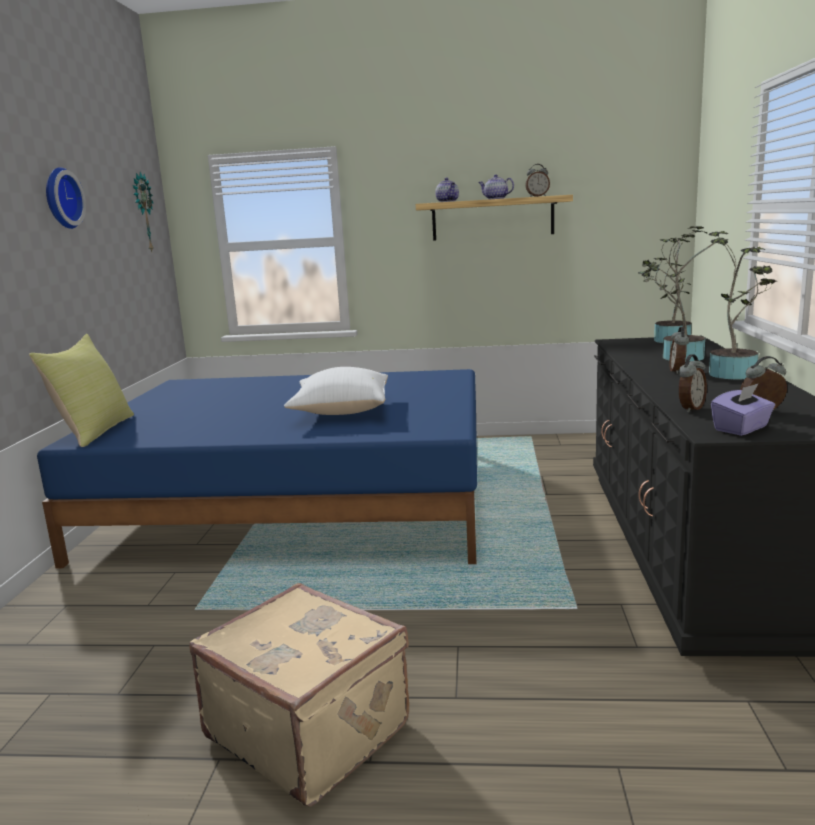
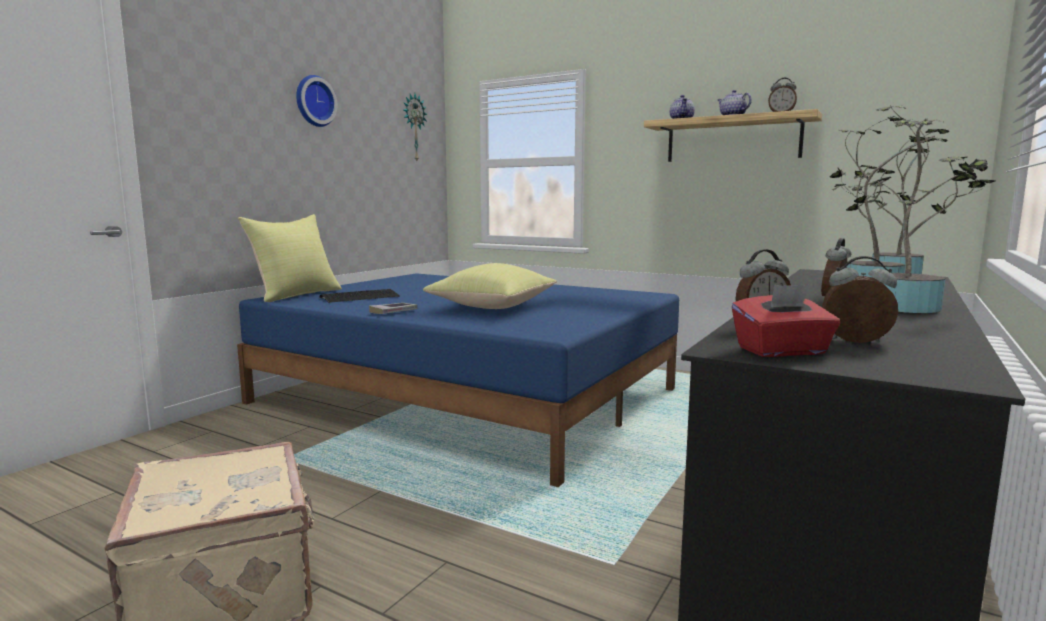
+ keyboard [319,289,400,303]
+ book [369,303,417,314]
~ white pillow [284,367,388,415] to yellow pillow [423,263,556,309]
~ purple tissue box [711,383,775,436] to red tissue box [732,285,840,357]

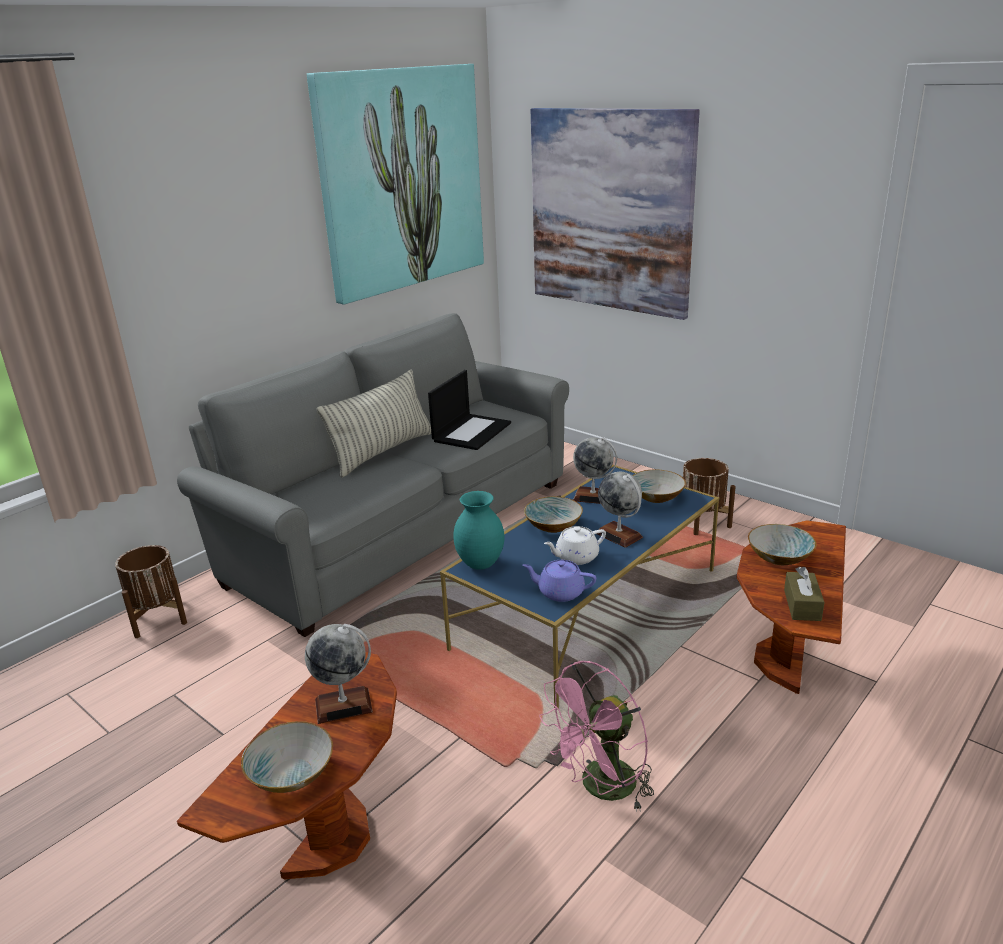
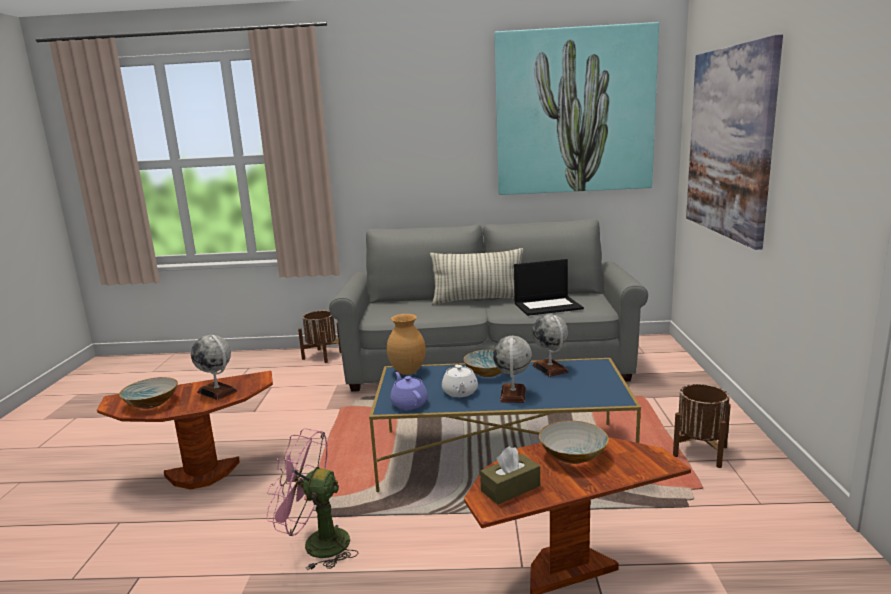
- bowl [633,469,686,503]
~ turquoise vase [453,491,504,570] to brown vase [387,314,426,375]
~ white teapot [544,526,606,565] = [442,365,478,397] 120 degrees counterclockwise

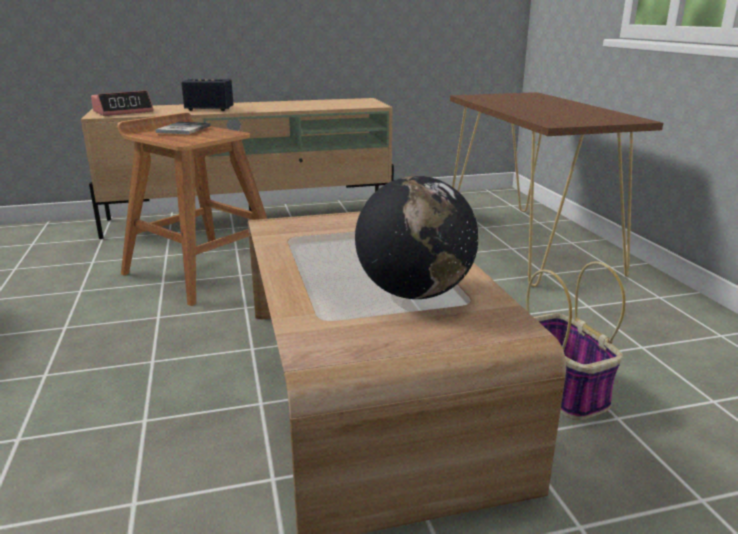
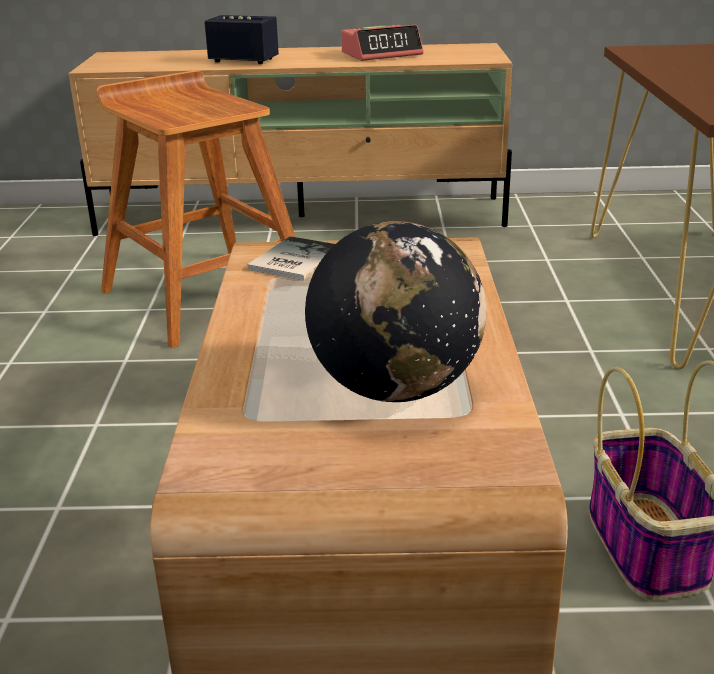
~ alarm clock [91,91,153,116] to [341,24,424,61]
~ book [155,122,211,134] to [247,236,335,281]

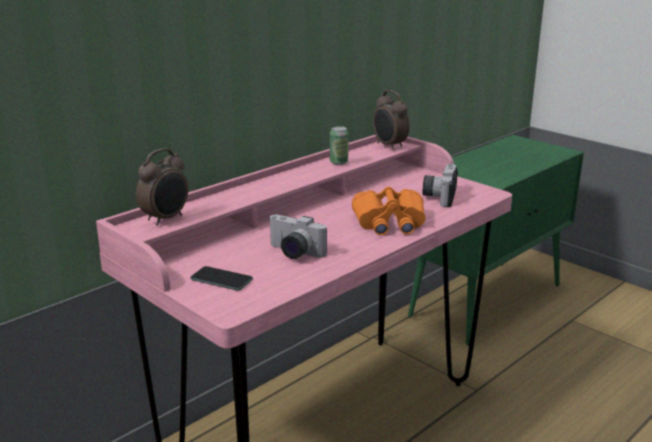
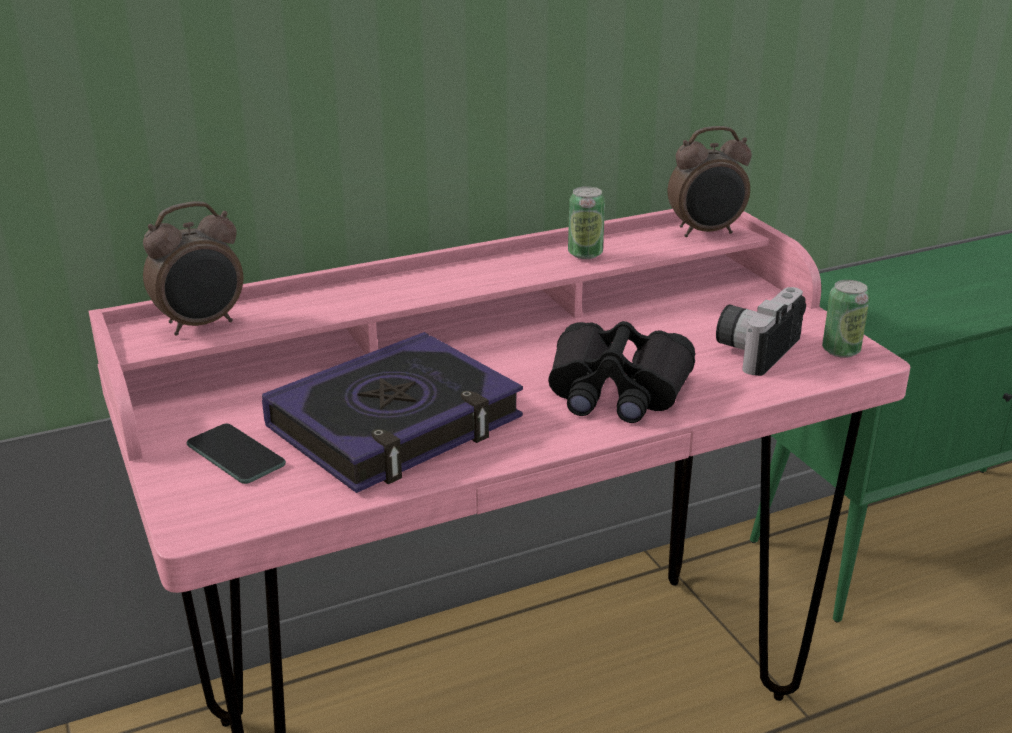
+ can [822,280,870,358]
~ photo camera [269,215,327,259] to book [262,332,523,493]
~ orange binoculars [352,187,426,235] to black binoculars [548,321,695,423]
~ alarm clock [373,90,409,150] = [668,126,752,237] 90 degrees counterclockwise

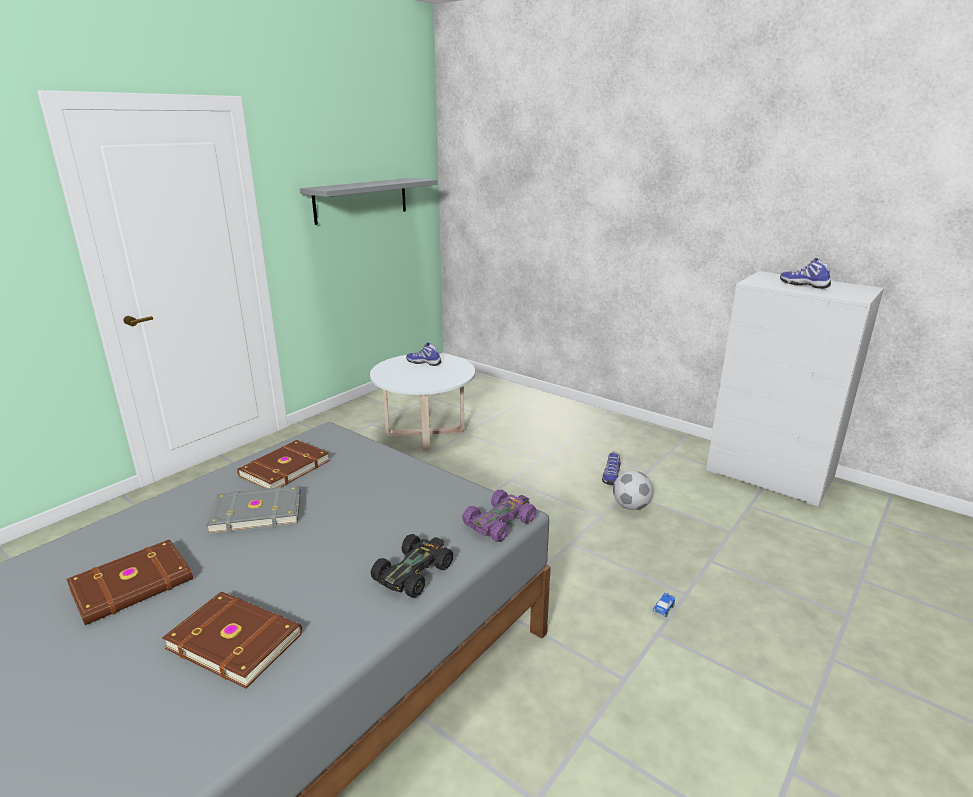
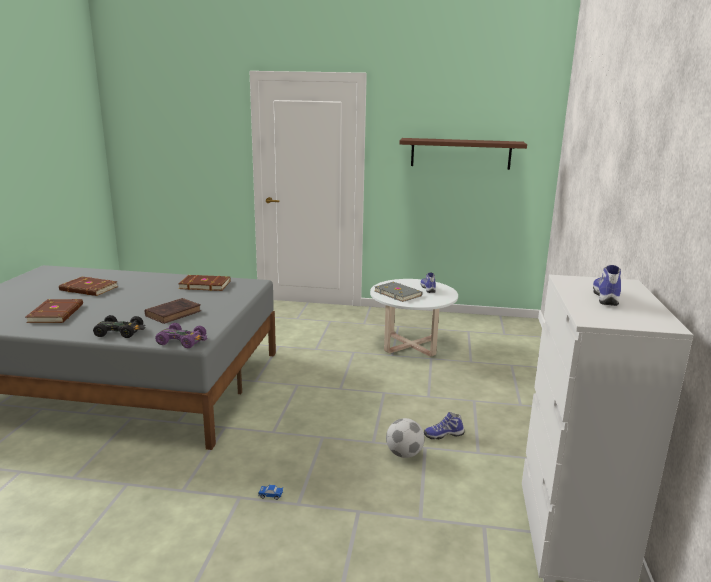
+ brown book [145,298,201,324]
~ grey book [206,485,301,535] to [374,282,422,302]
~ grey shelf [300,178,438,225] to brown shelf [399,138,527,170]

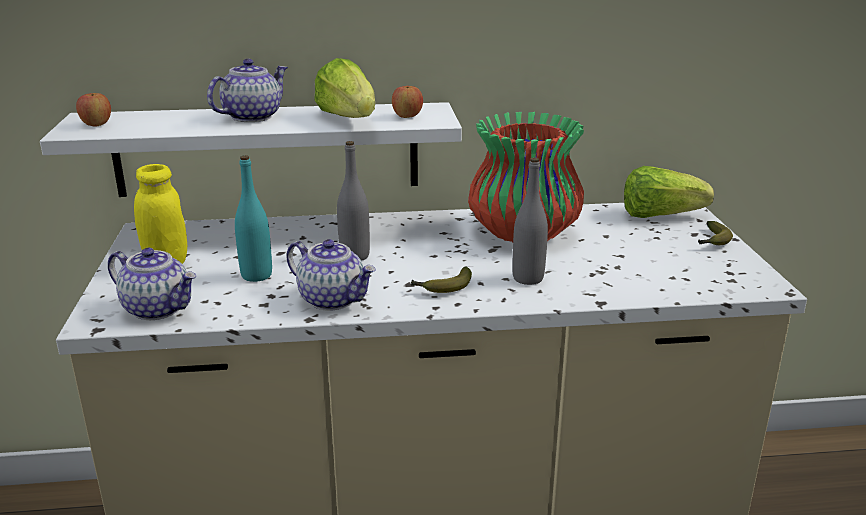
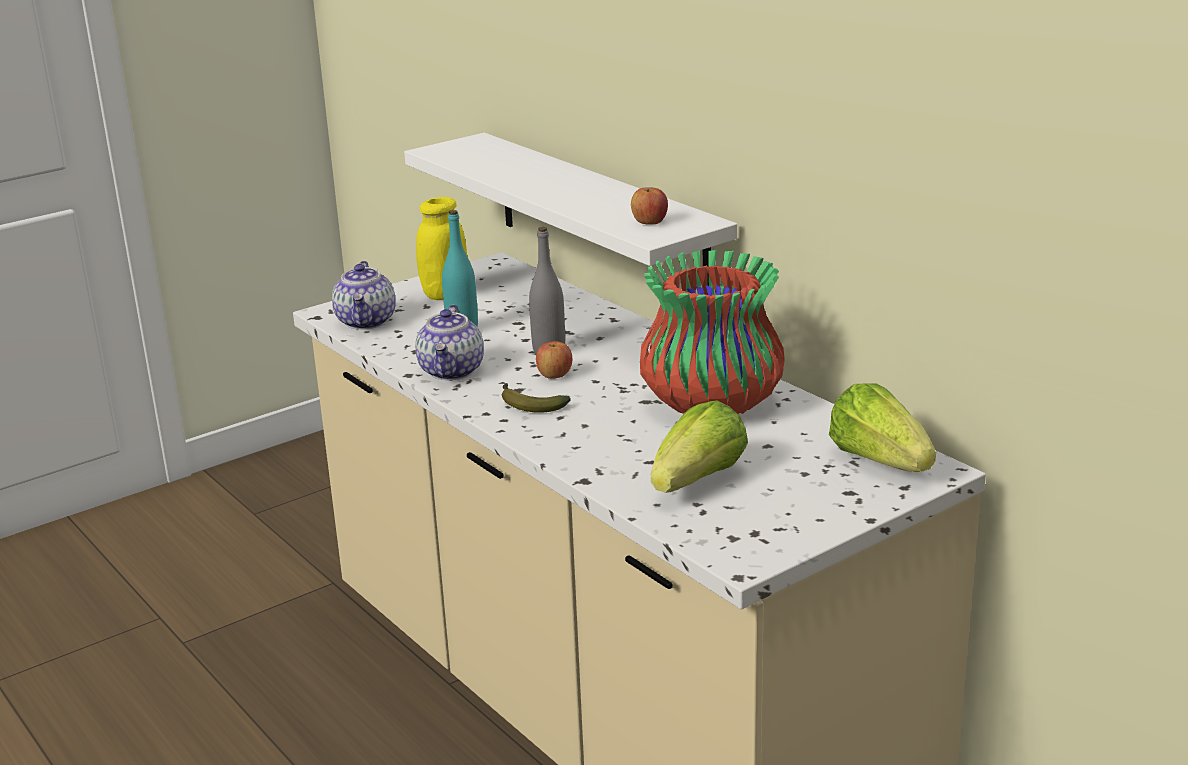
- teapot [207,59,288,122]
- grey bottle [512,158,548,285]
- banana [698,221,733,245]
~ apple [76,93,111,126] to [536,341,572,379]
~ lettuce [314,58,375,118] to [651,401,748,493]

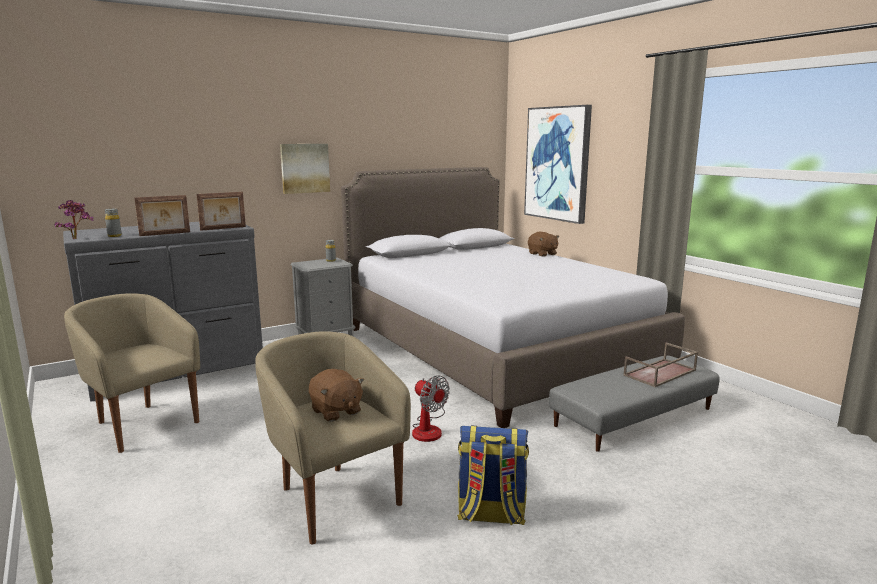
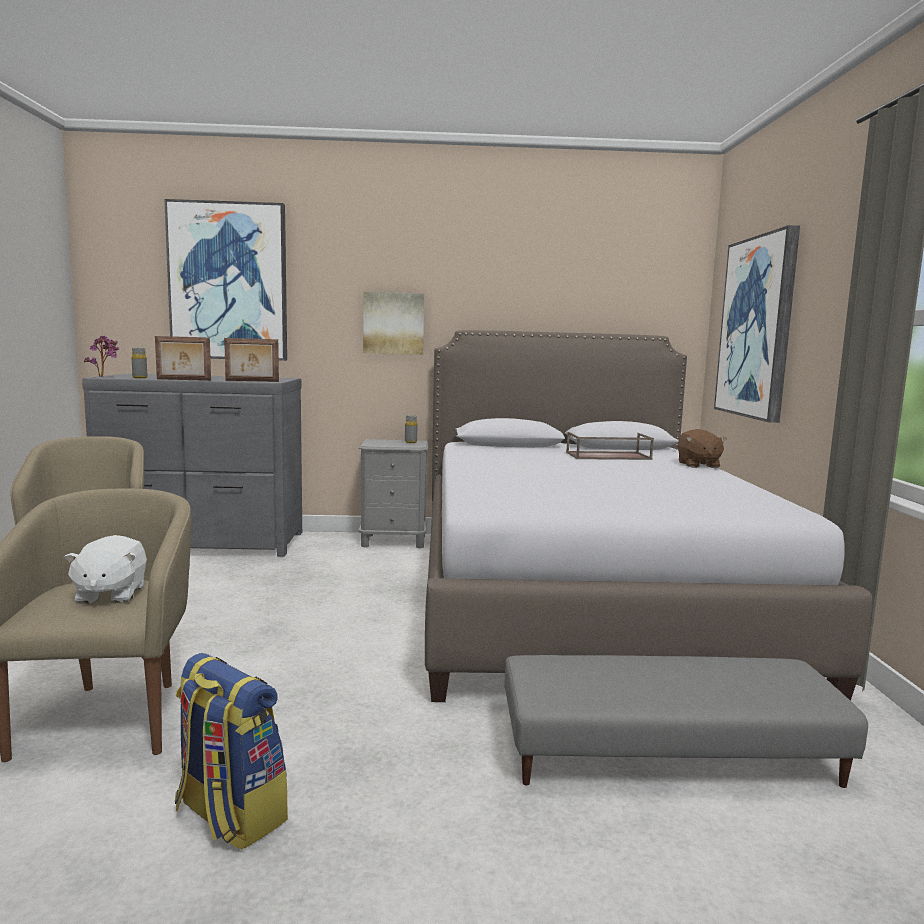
- fan [412,375,450,442]
+ picture [164,199,287,361]
~ brown tray [623,342,698,387] to [566,432,654,460]
~ brown plush toy [309,369,364,422] to white plush toy [64,535,147,604]

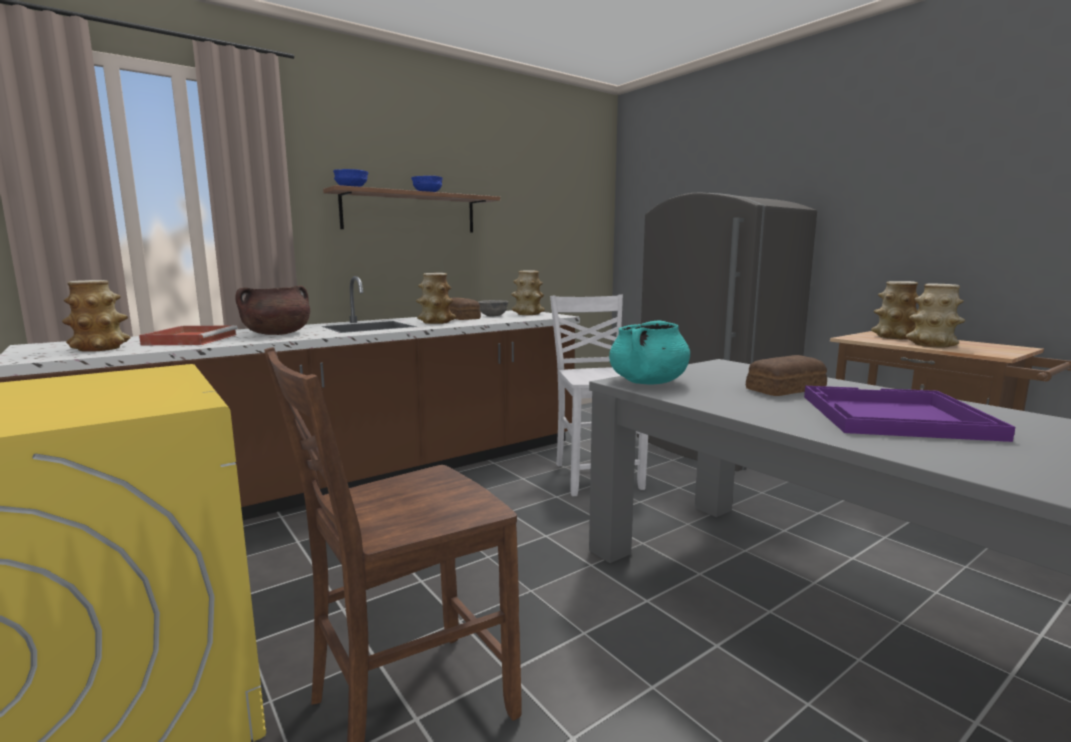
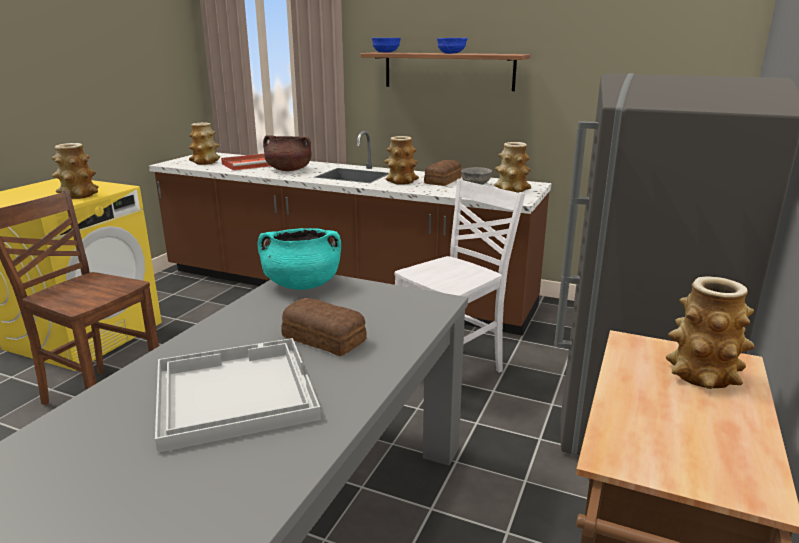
~ vase [906,283,965,347] to [52,143,99,199]
~ purple tray [804,386,1015,442] to white tray [155,338,321,453]

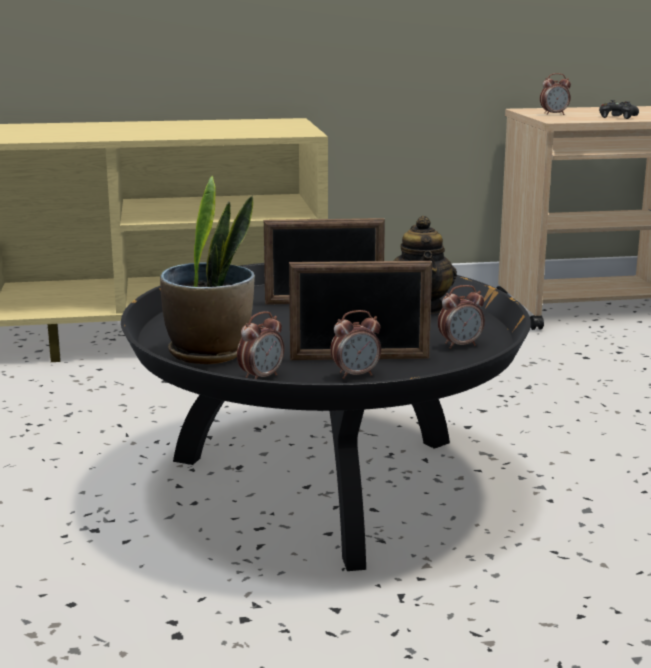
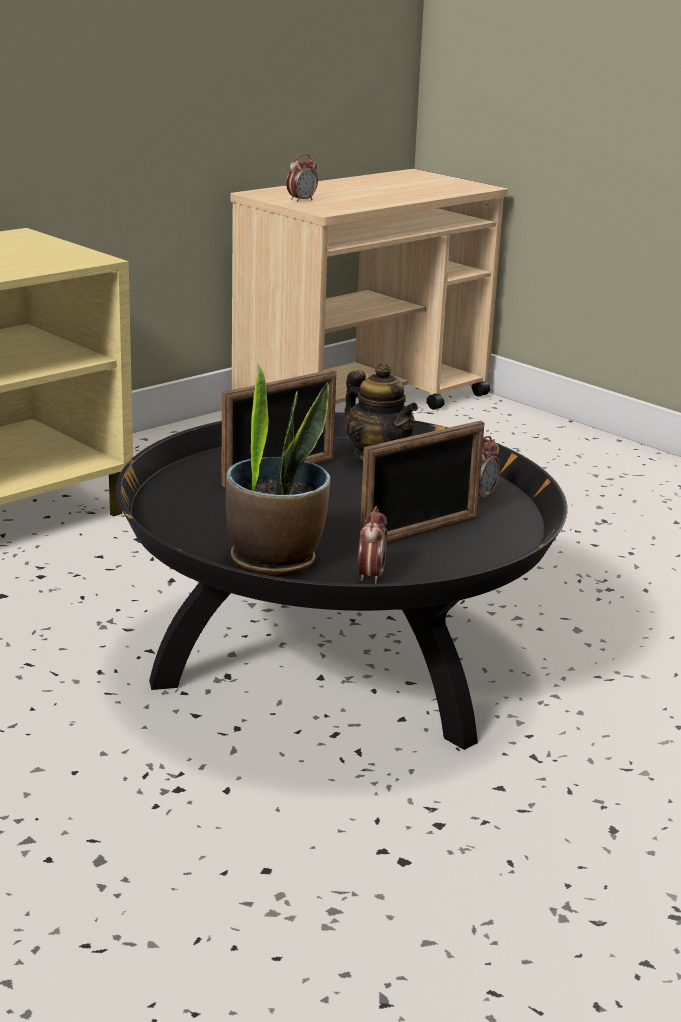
- alarm clock [330,310,381,379]
- black game controller [599,100,639,119]

